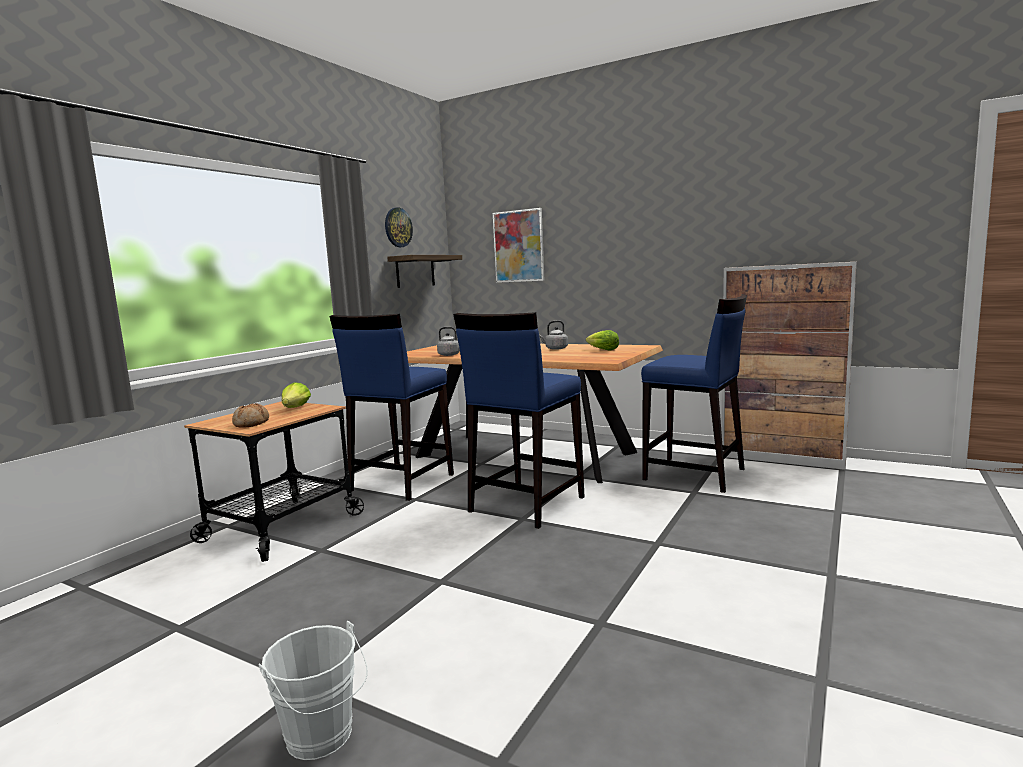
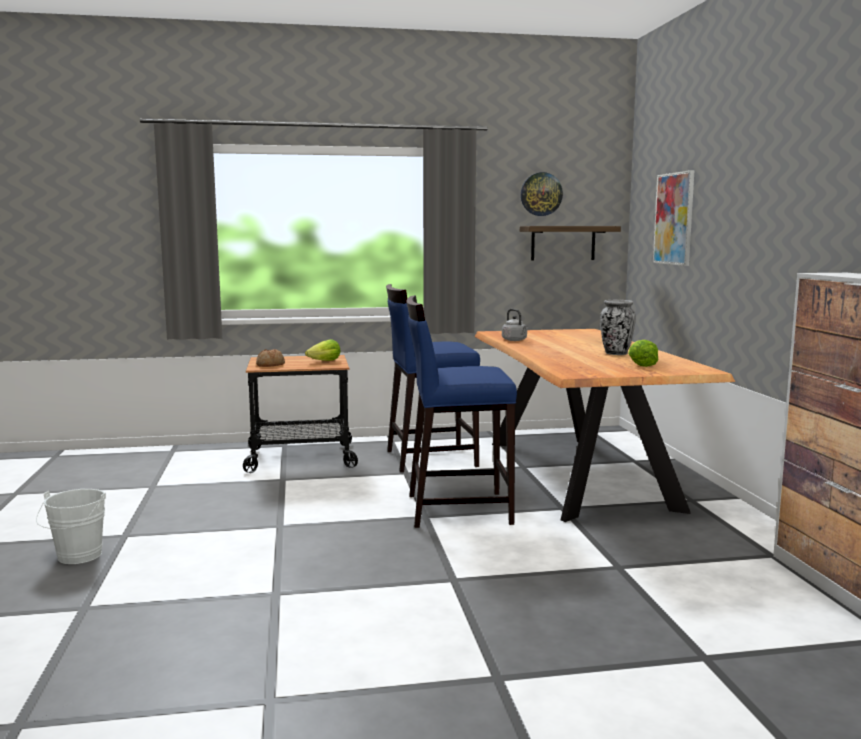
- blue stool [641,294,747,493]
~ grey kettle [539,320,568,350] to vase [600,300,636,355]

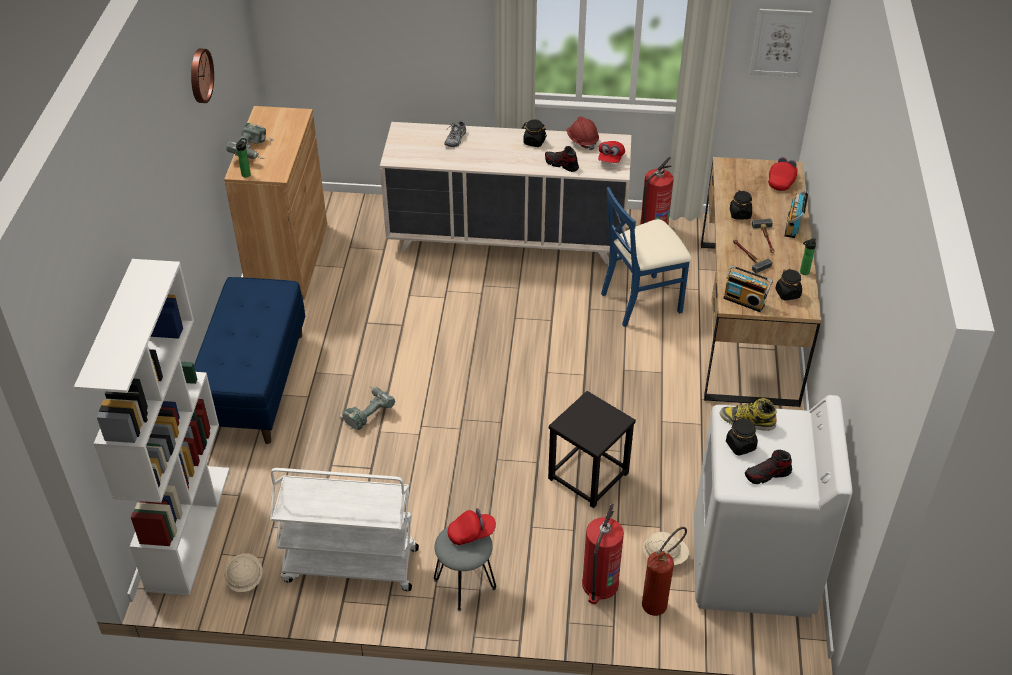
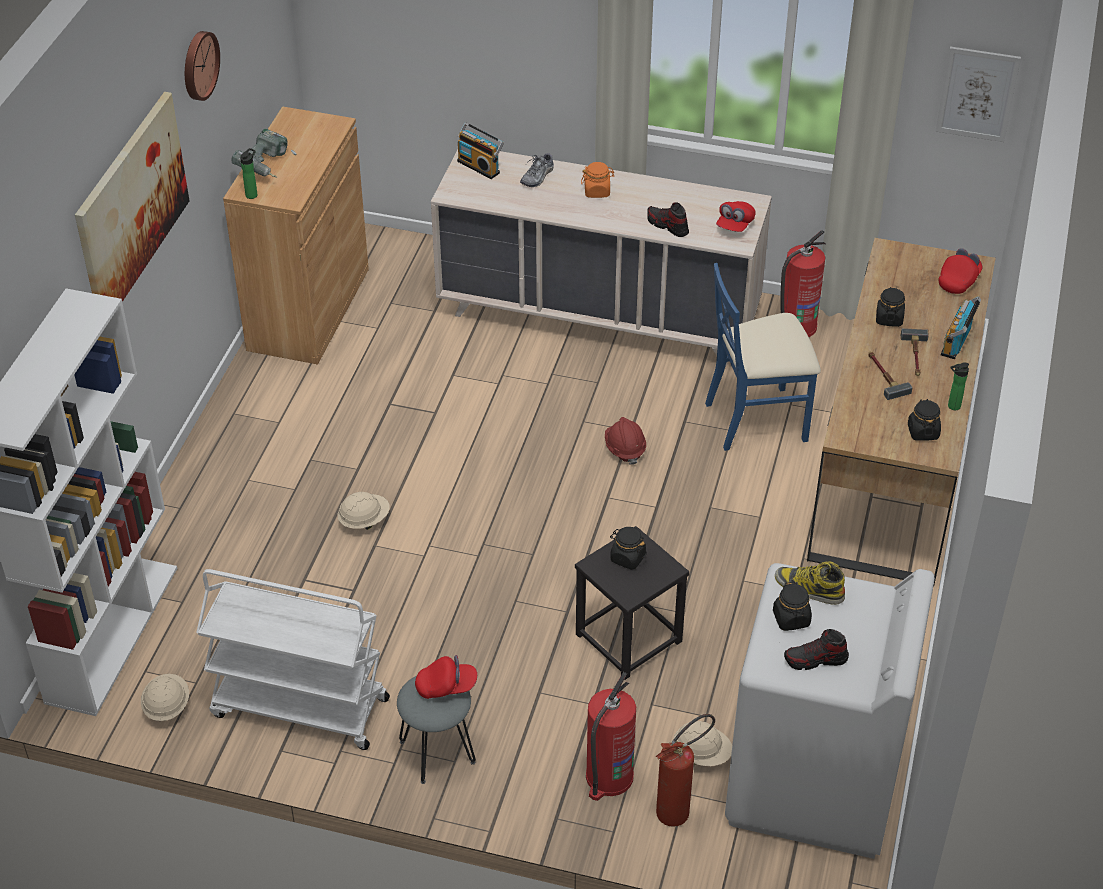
- blue bench [194,277,305,444]
+ picture [75,92,190,302]
+ orange jar [581,162,614,198]
~ black jar [522,120,547,147] to [610,527,647,570]
~ red hard hat [567,116,599,150] to [605,417,646,465]
~ radio [723,265,773,312] to [457,122,504,179]
~ power drill [340,386,395,430] to beige hard hat [338,492,390,530]

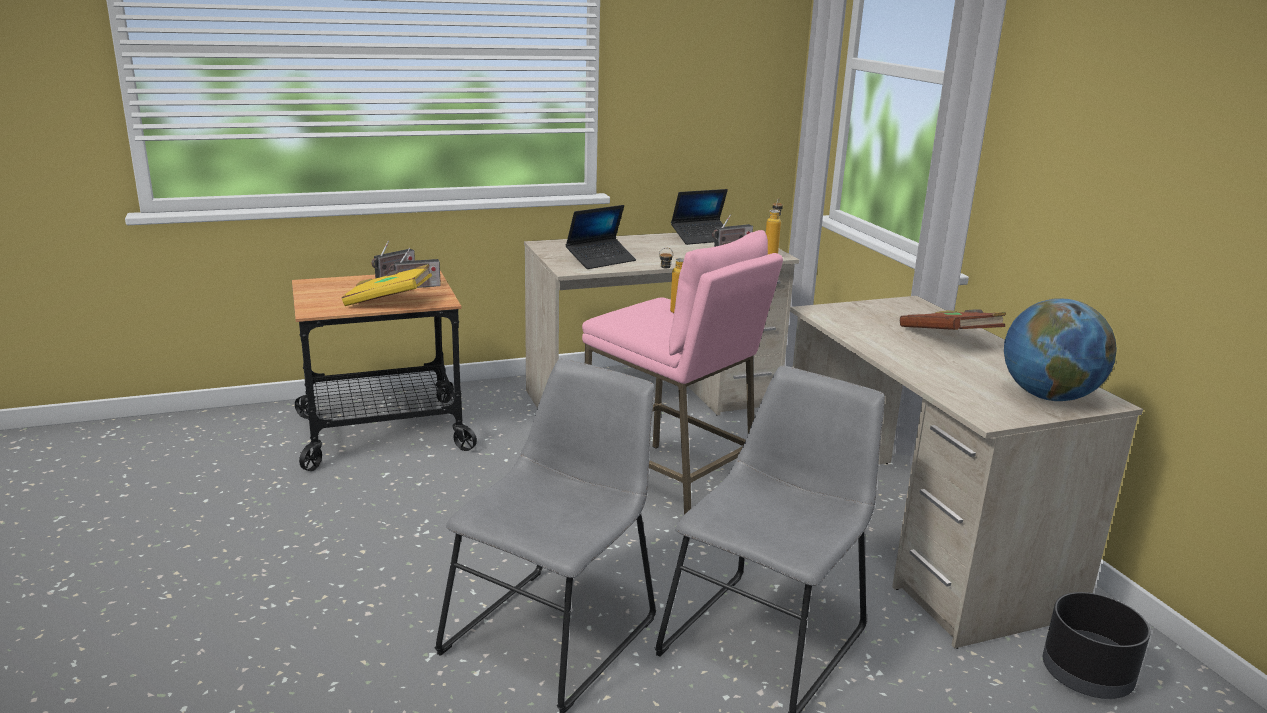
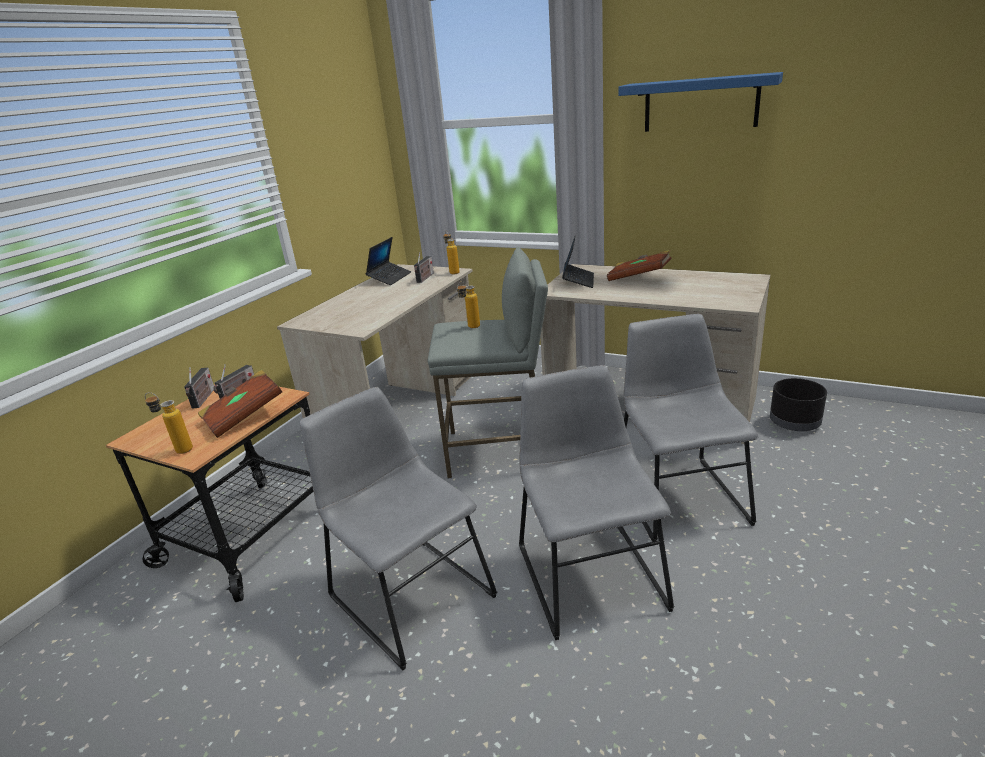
- globe [1004,298,1117,401]
+ bottle [145,392,193,454]
+ grey chair [300,387,497,670]
+ blue shelf [618,72,783,132]
~ laptop [565,205,636,269] to [562,237,594,288]
~ yellow book [342,264,432,306] to brown book [198,370,282,438]
~ pink stool [582,230,783,515] to grey stool [427,247,548,478]

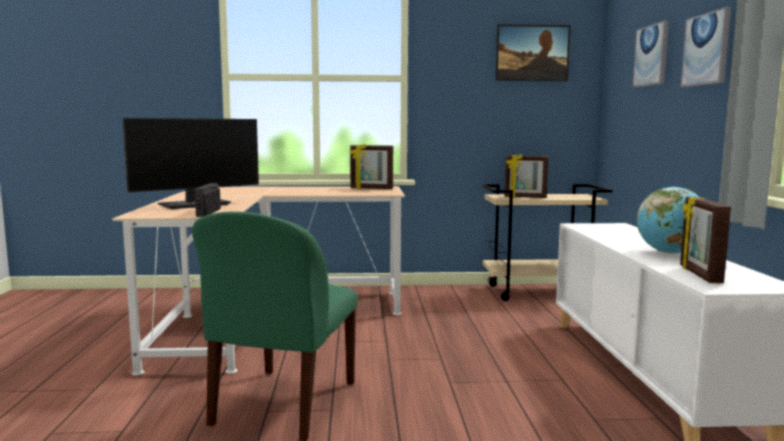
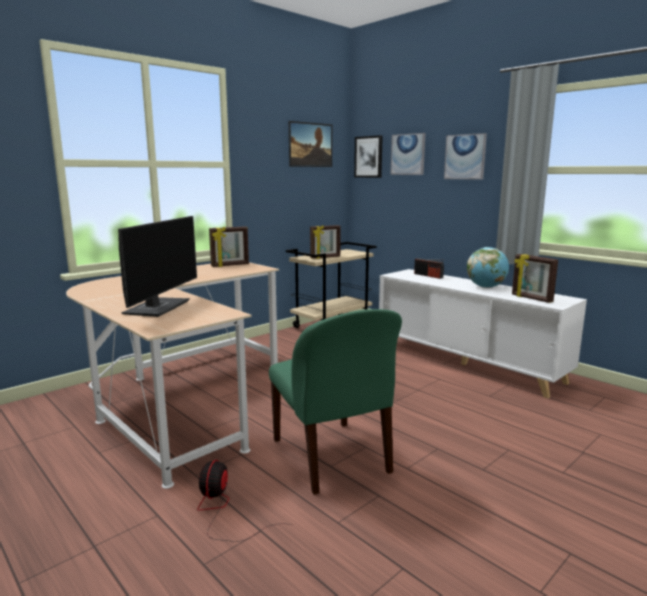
+ fan [197,460,293,542]
+ picture [354,135,383,178]
~ radio [195,183,221,217] to [414,258,444,279]

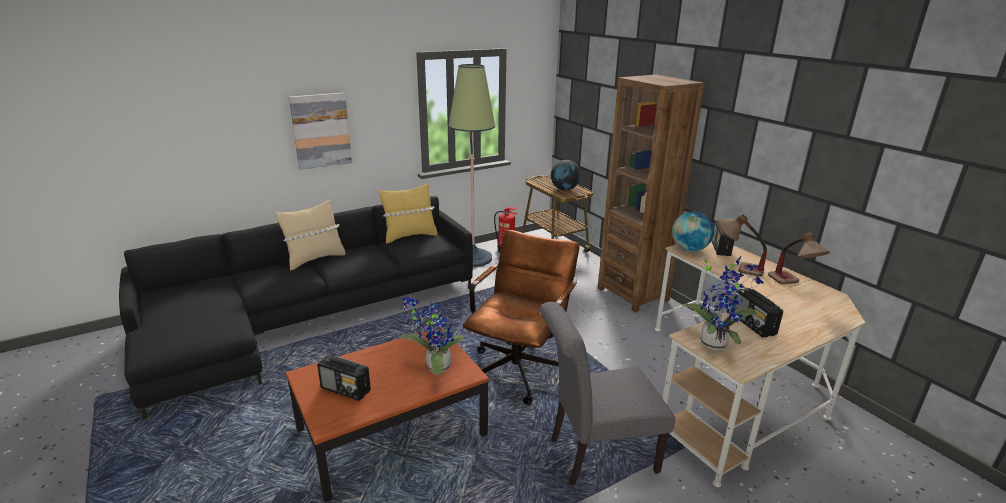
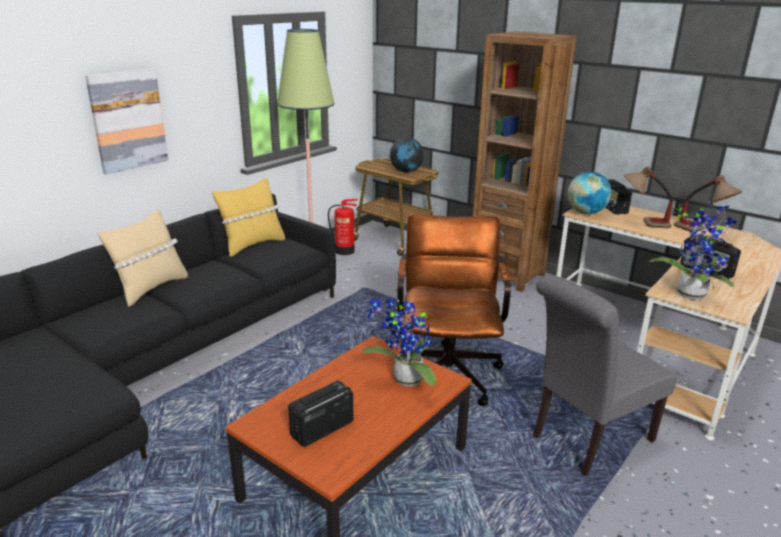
~ radio [317,355,371,401] = [288,380,353,447] 135 degrees clockwise

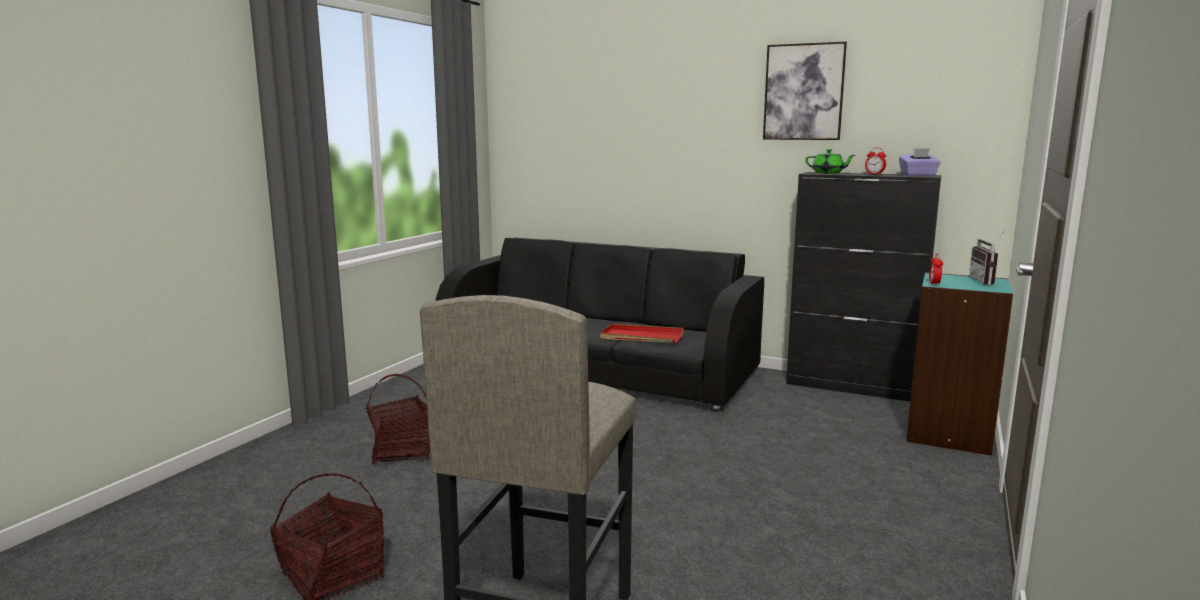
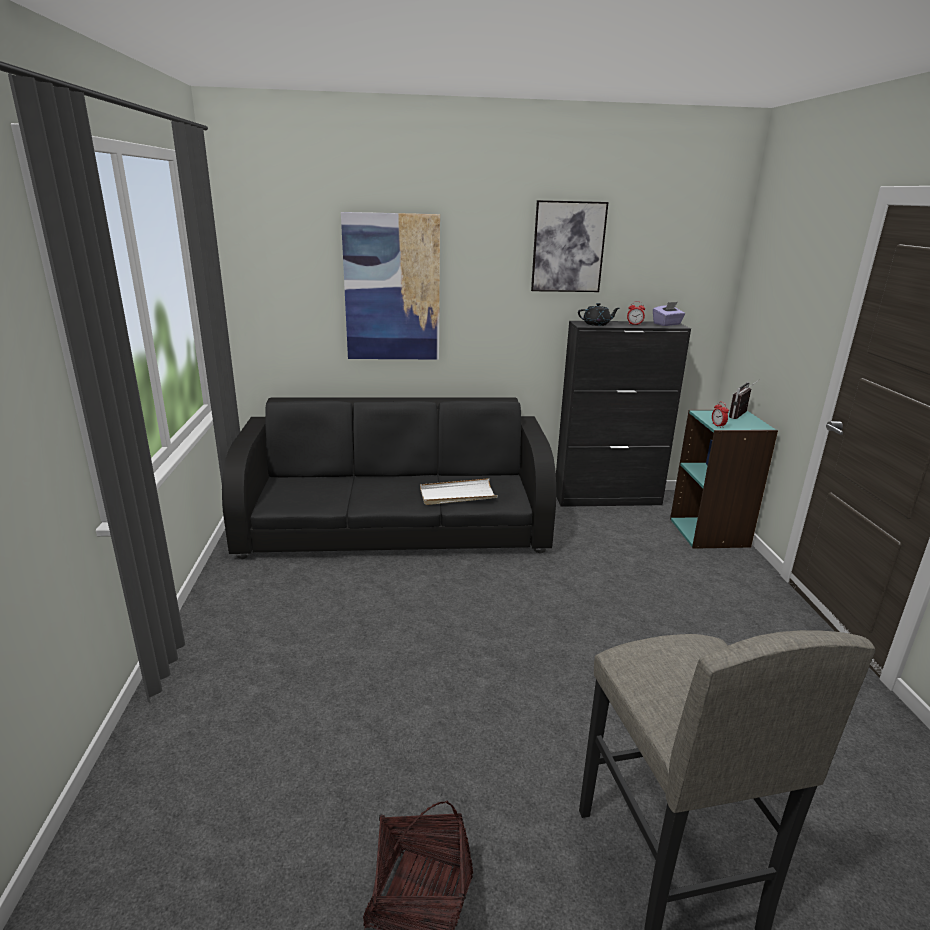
- basket [366,374,430,464]
+ picture [341,212,440,360]
~ red tray [600,324,684,343] to white tray [420,478,498,505]
~ green teapot [805,149,855,174] to black teapot [578,303,619,326]
~ radio [969,231,1004,285] = [729,379,760,419] 60 degrees clockwise

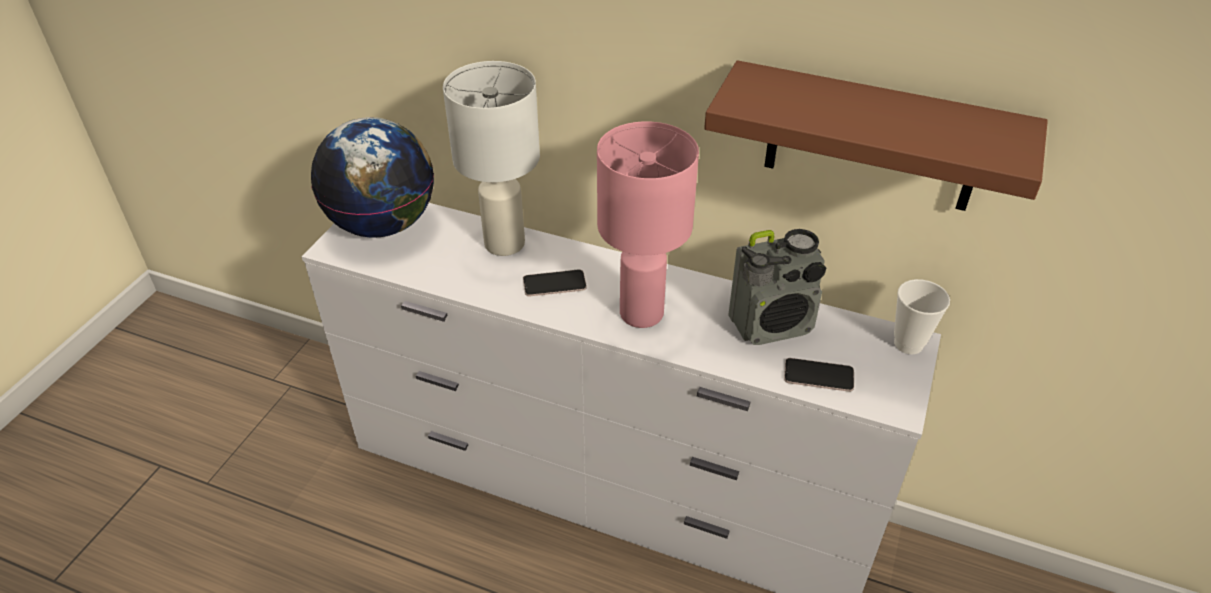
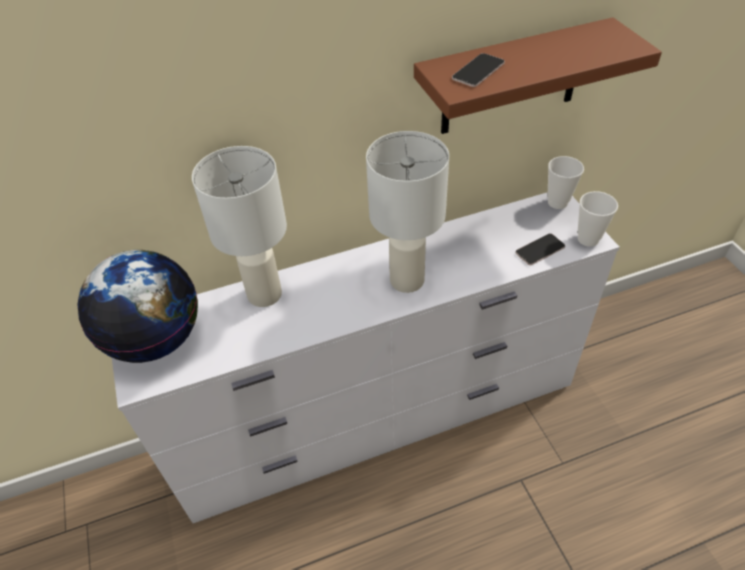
- radio [728,229,826,345]
+ cup [578,191,618,247]
~ phone [523,269,587,296] to [452,53,505,87]
~ pink table lamp [597,121,699,328] to white table lamp [366,131,449,293]

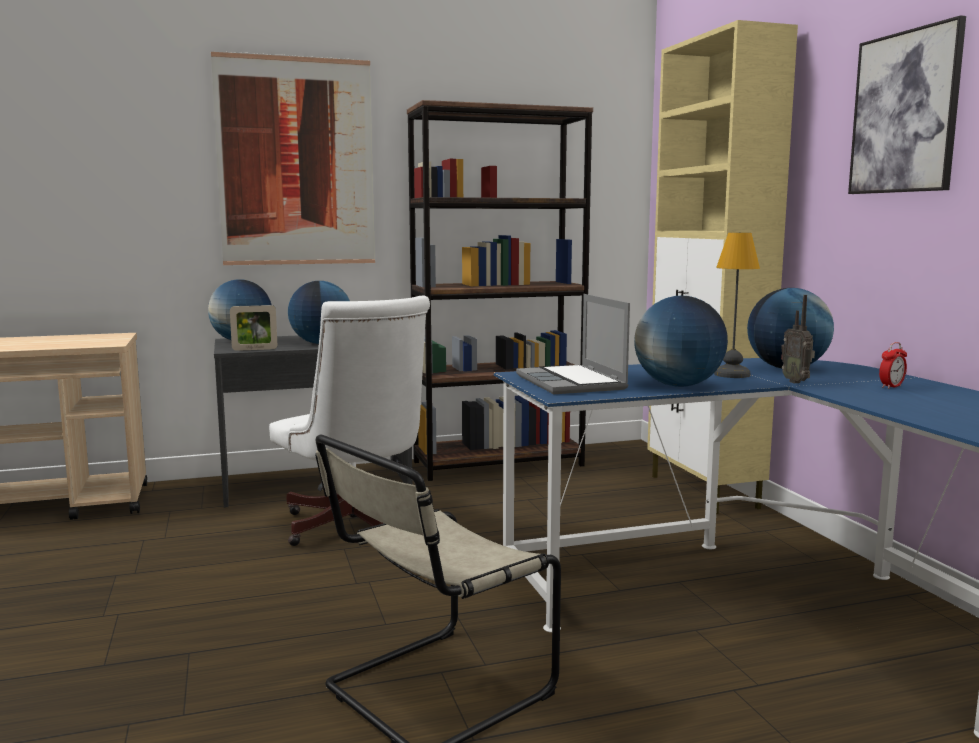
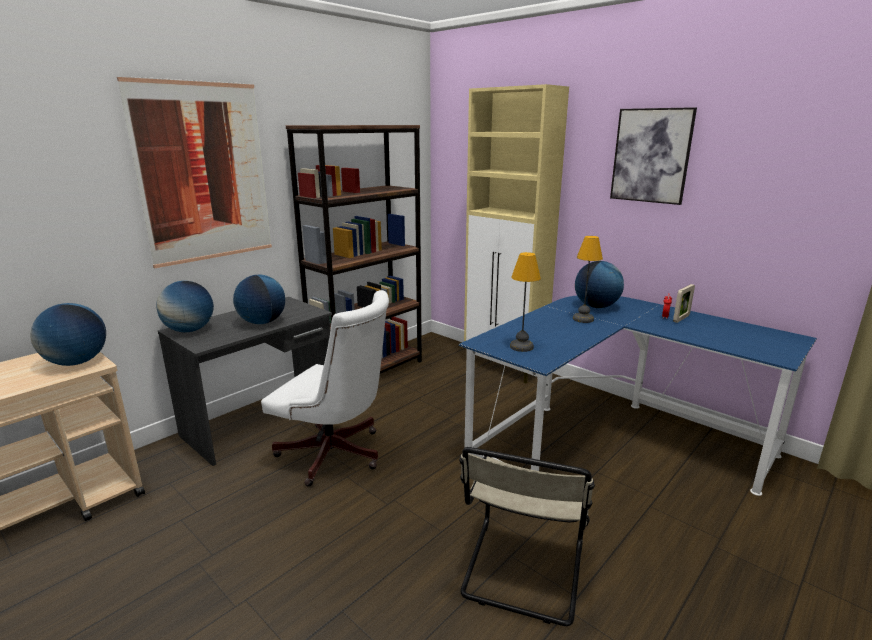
- radio [781,295,815,383]
~ picture frame [230,305,277,351] to [673,284,695,323]
~ globe [634,296,728,387] to [30,303,106,366]
~ laptop [516,294,630,394] to table lamp [510,252,541,352]

